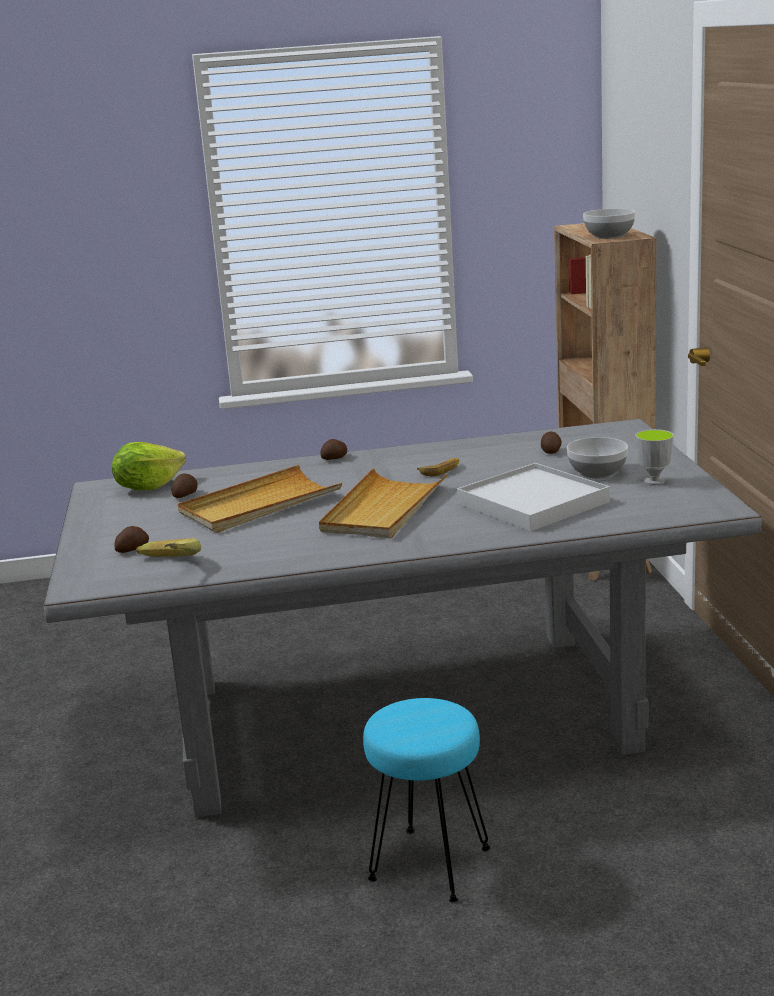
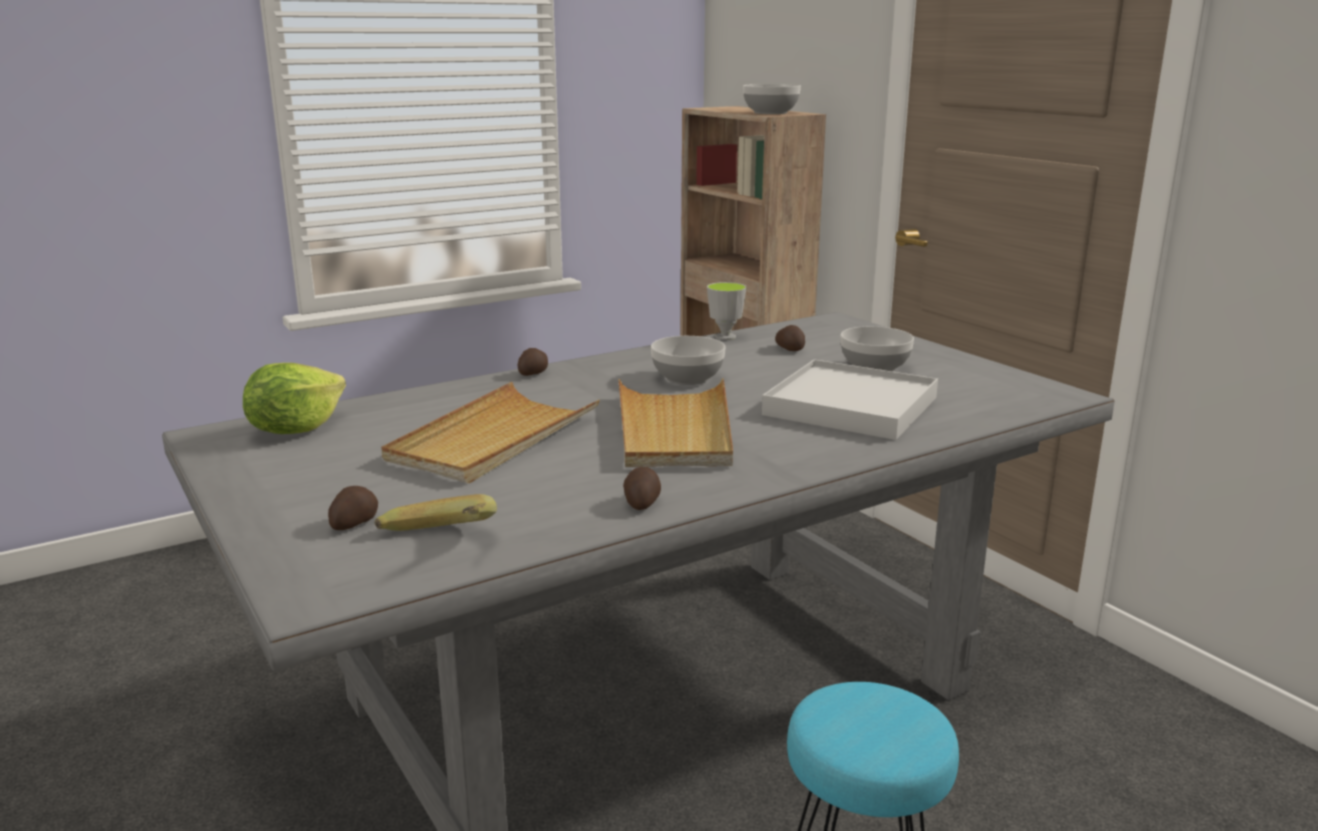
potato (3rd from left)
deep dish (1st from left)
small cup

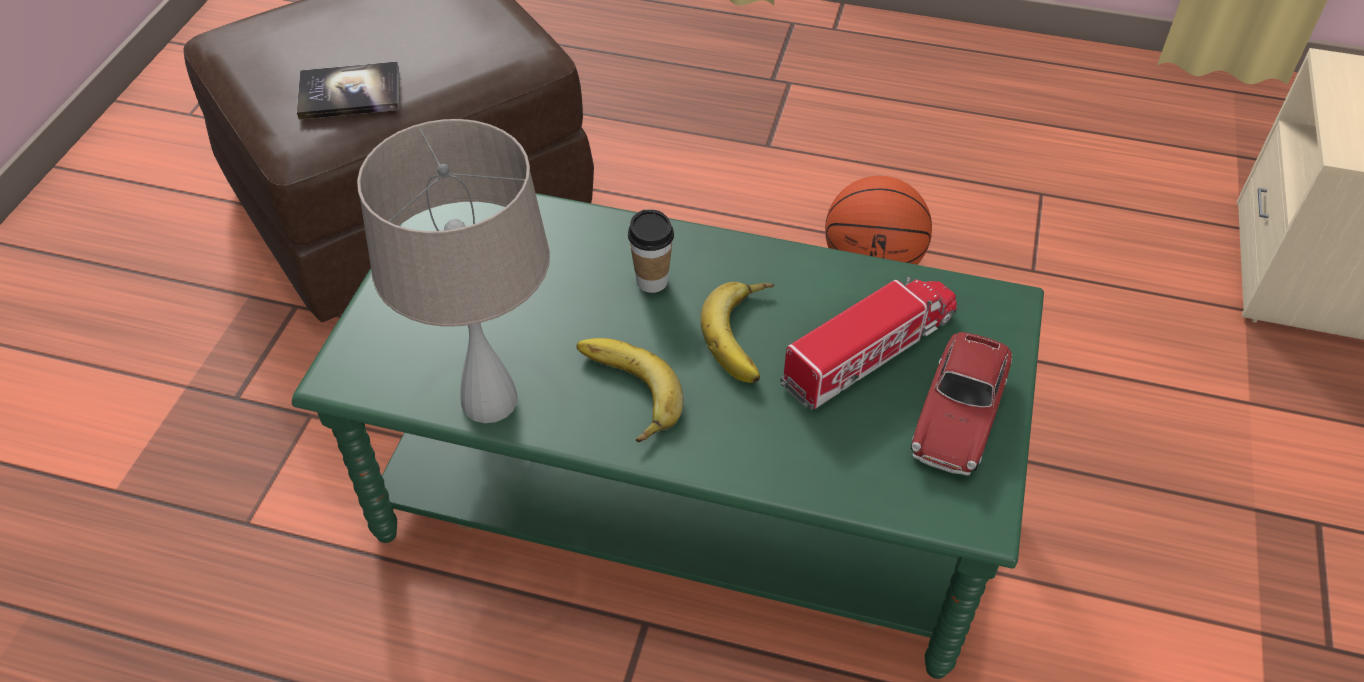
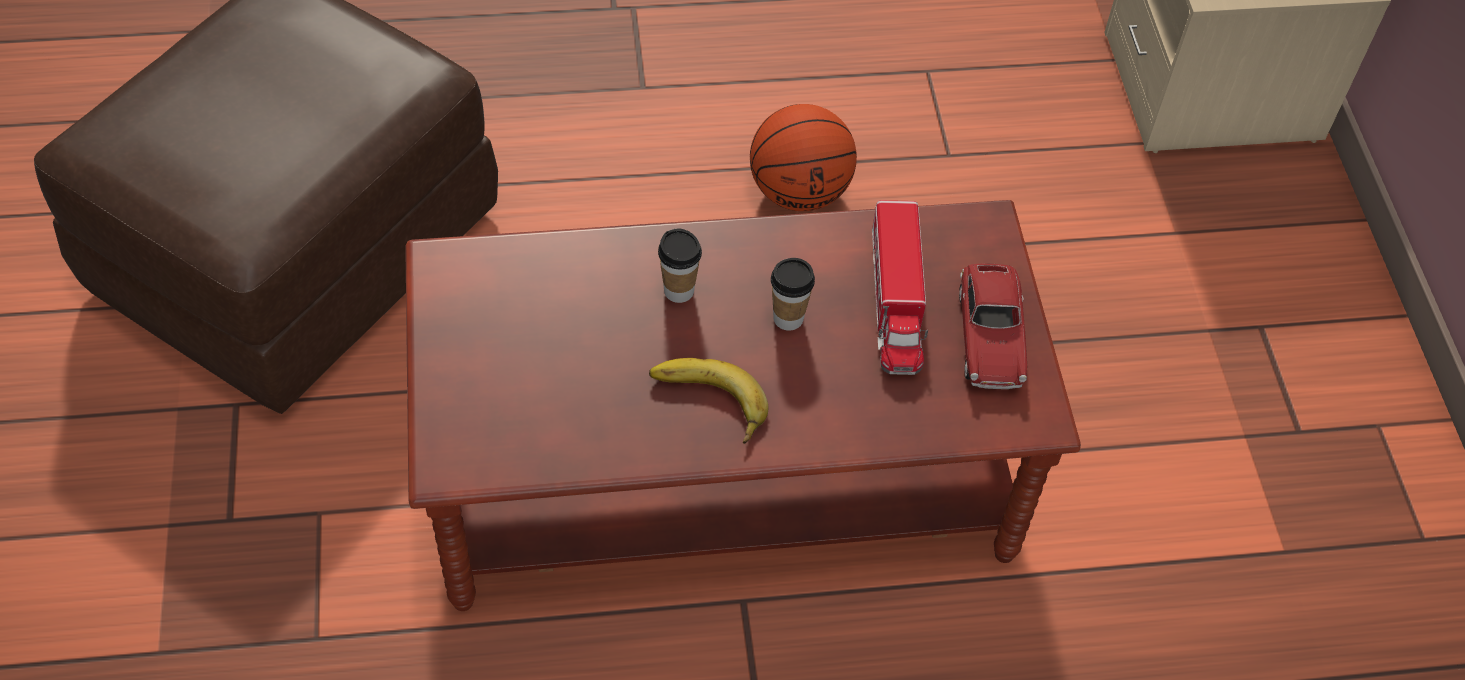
low table (brown)
bound book
table lamp (beige)
small cup (2nd from left)
model truck

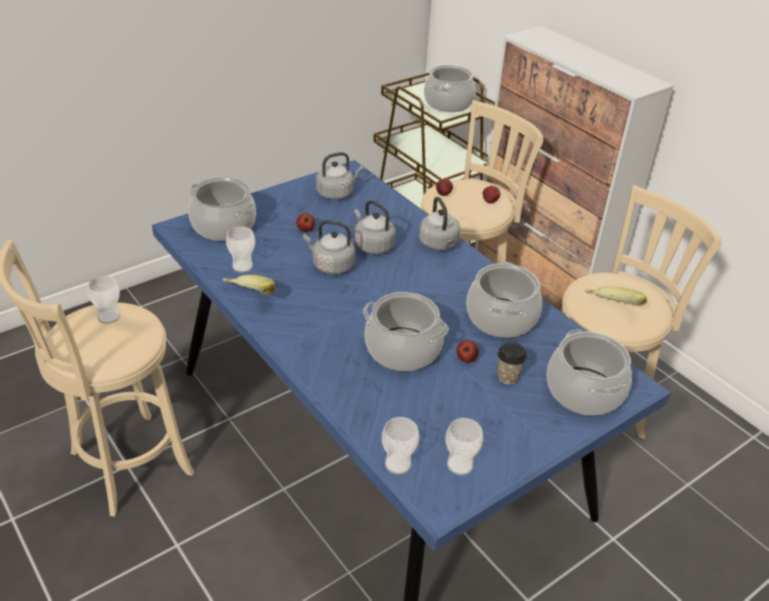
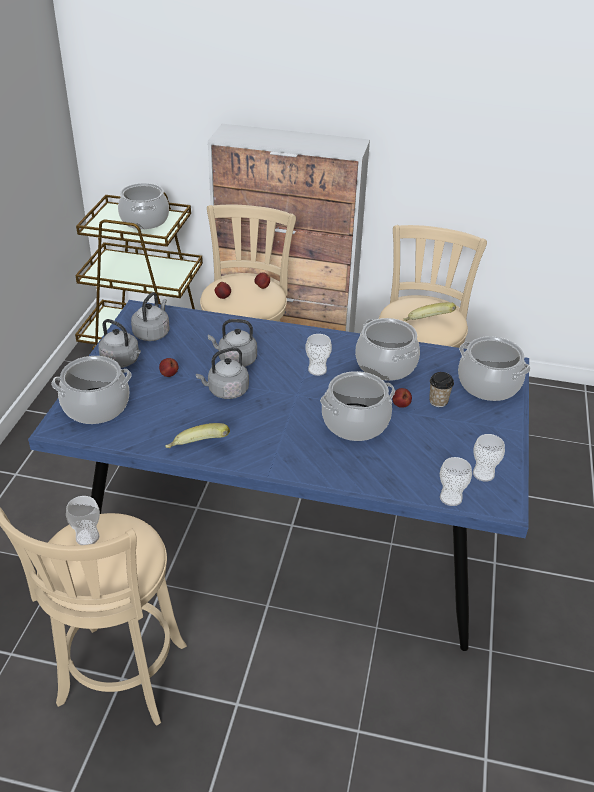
small cup (2nd from left)
tea kettle (gray) (1st from left)

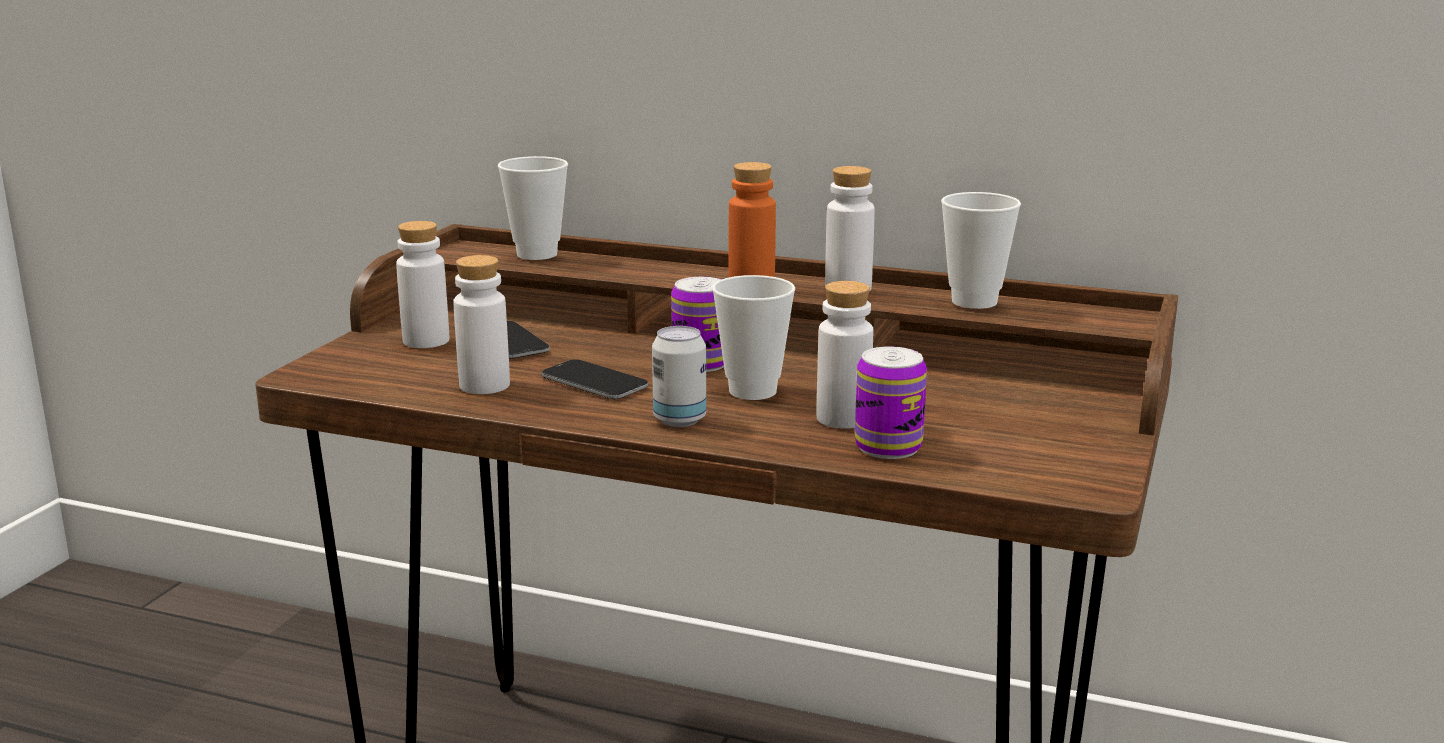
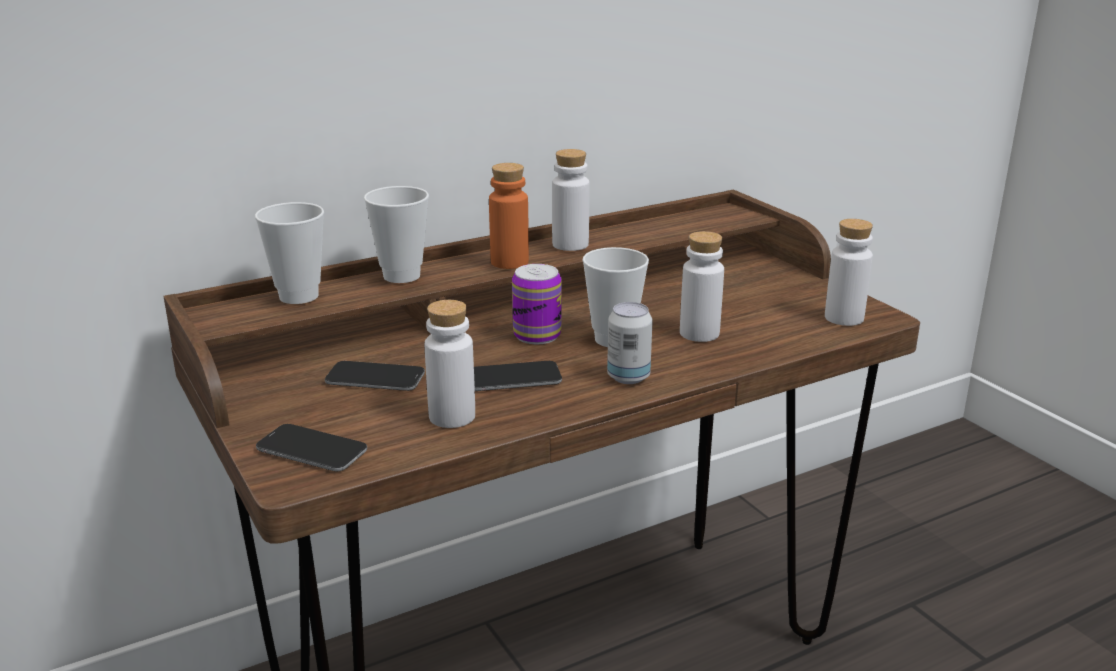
beverage bottle (white) (4th from left)
can (3rd from left in the first image)
small cup (2nd from left)
handset (1st from left)

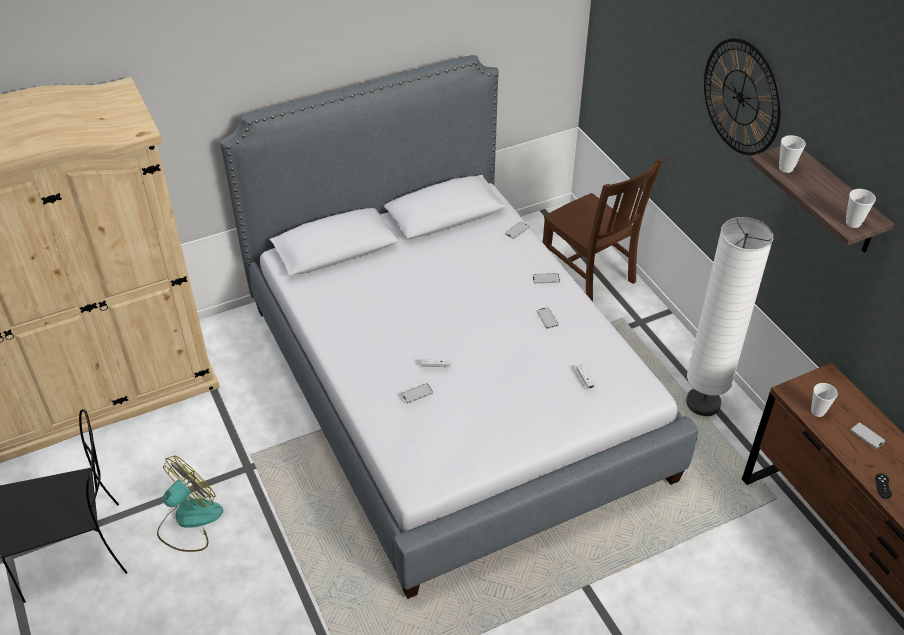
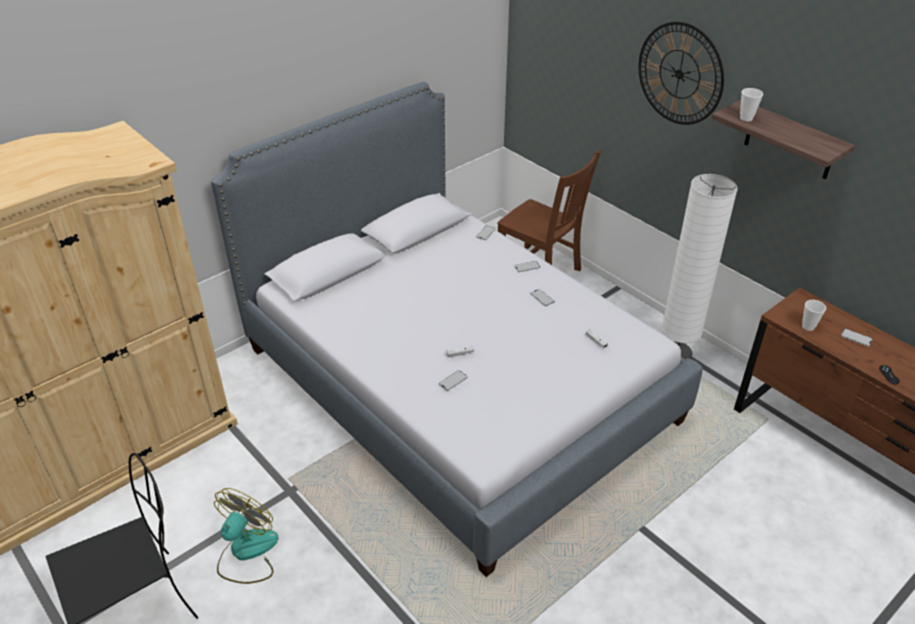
small cup (3rd from left in the first image)

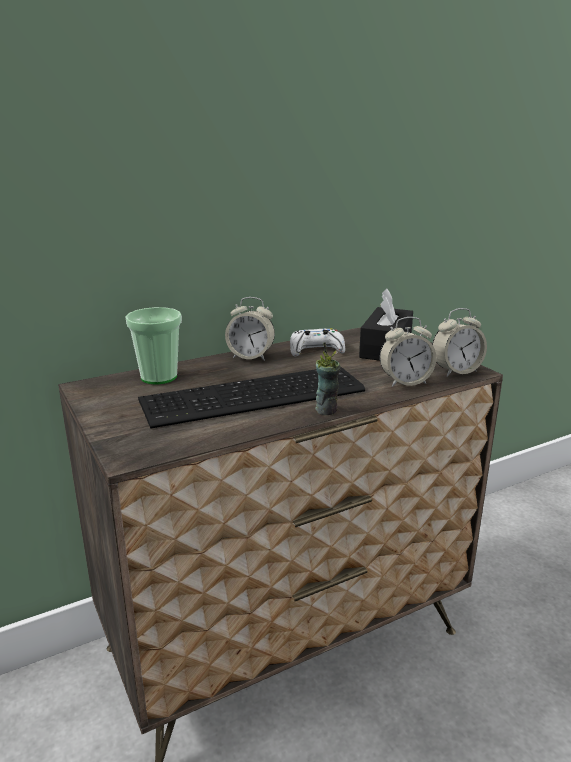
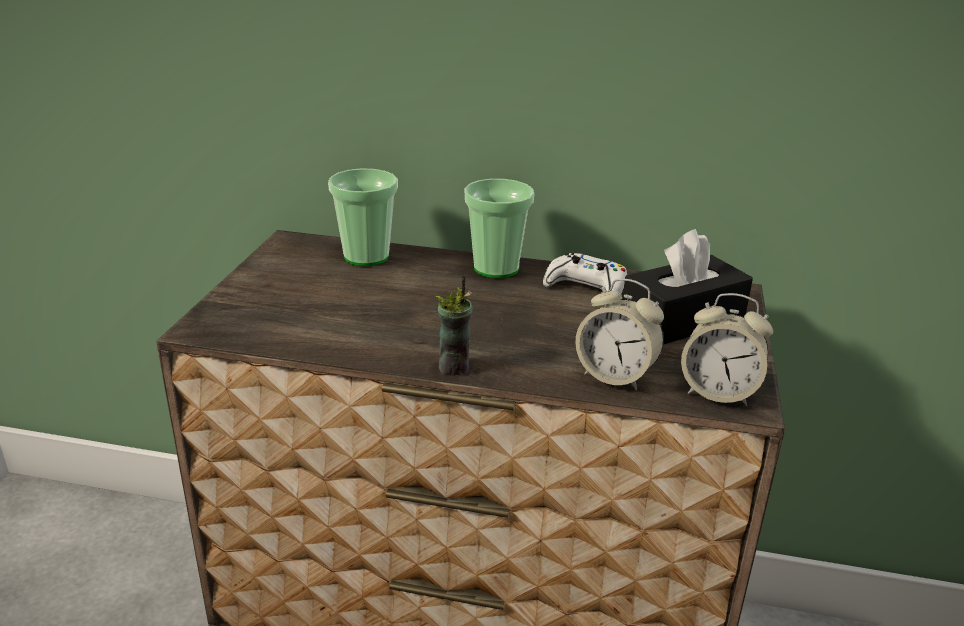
keyboard
small cup (3rd from left)

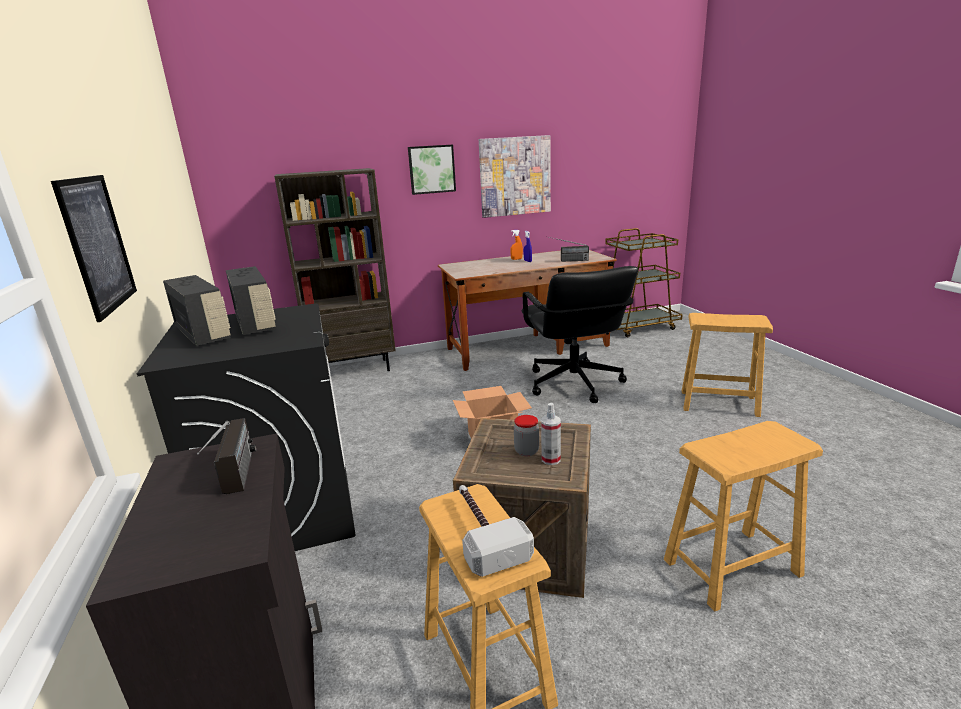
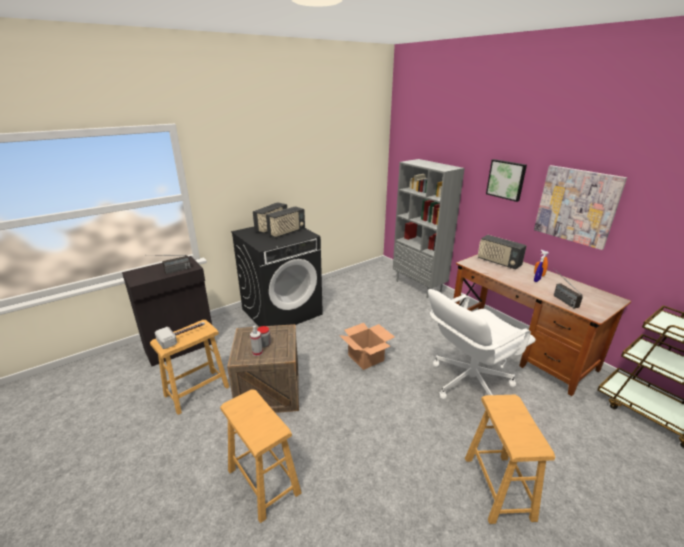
wall art (1st from left in the first image)
shelving unit (gray)
computer chair (white)
radio set (4th from left)

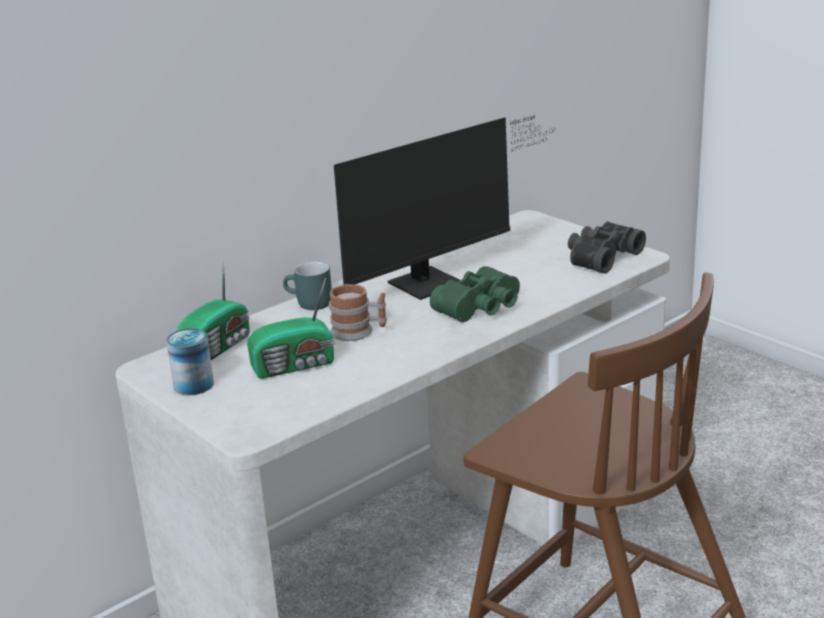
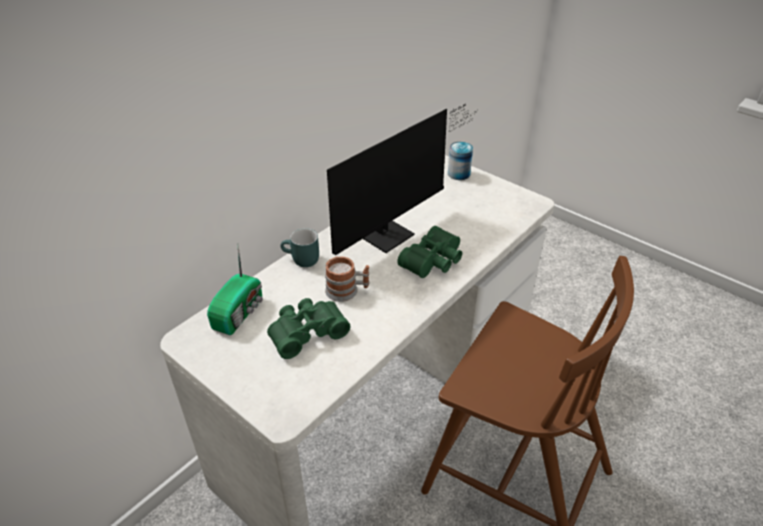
can
field glasses (green) (1st from left)
field glasses (black-coloured)

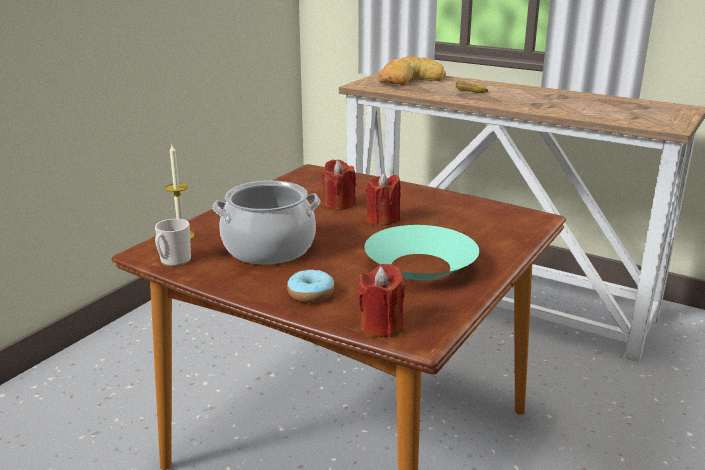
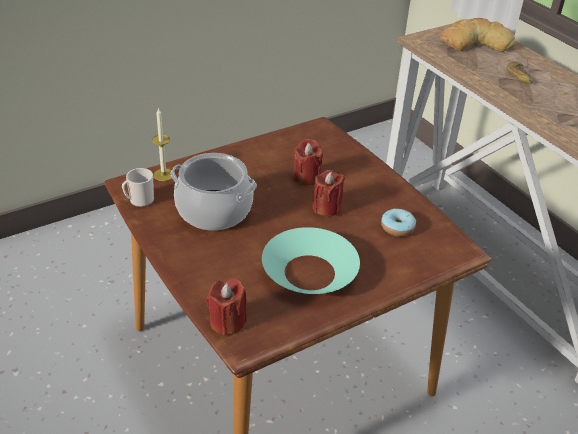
doughnut

